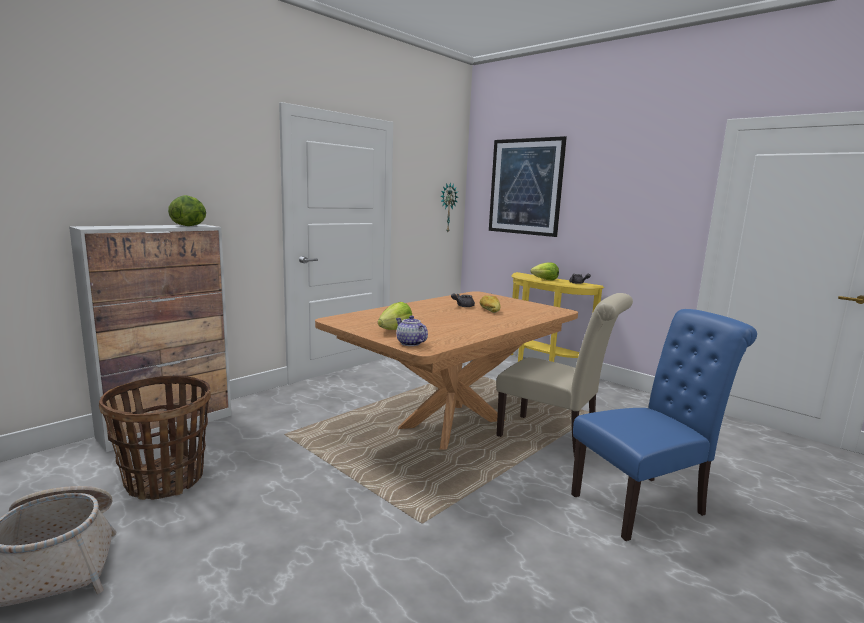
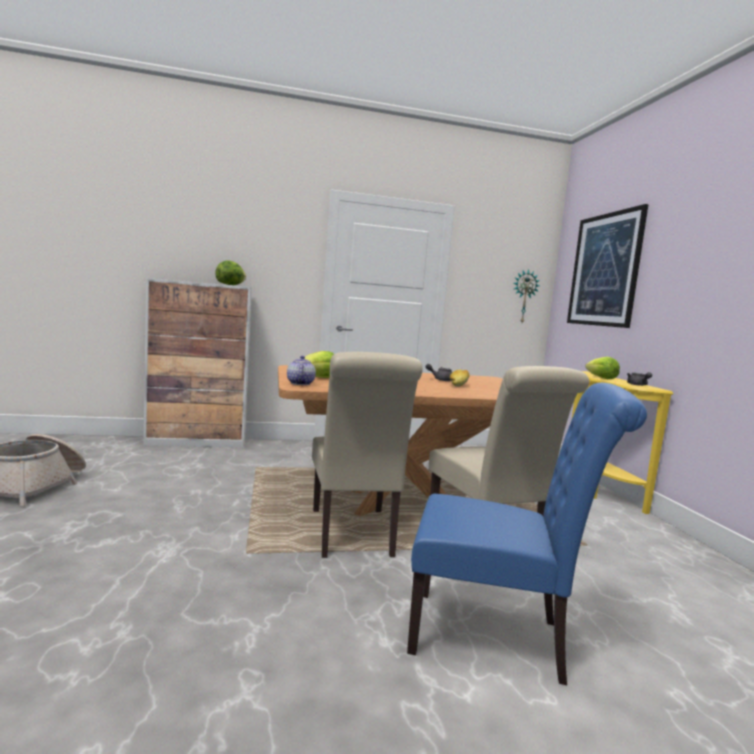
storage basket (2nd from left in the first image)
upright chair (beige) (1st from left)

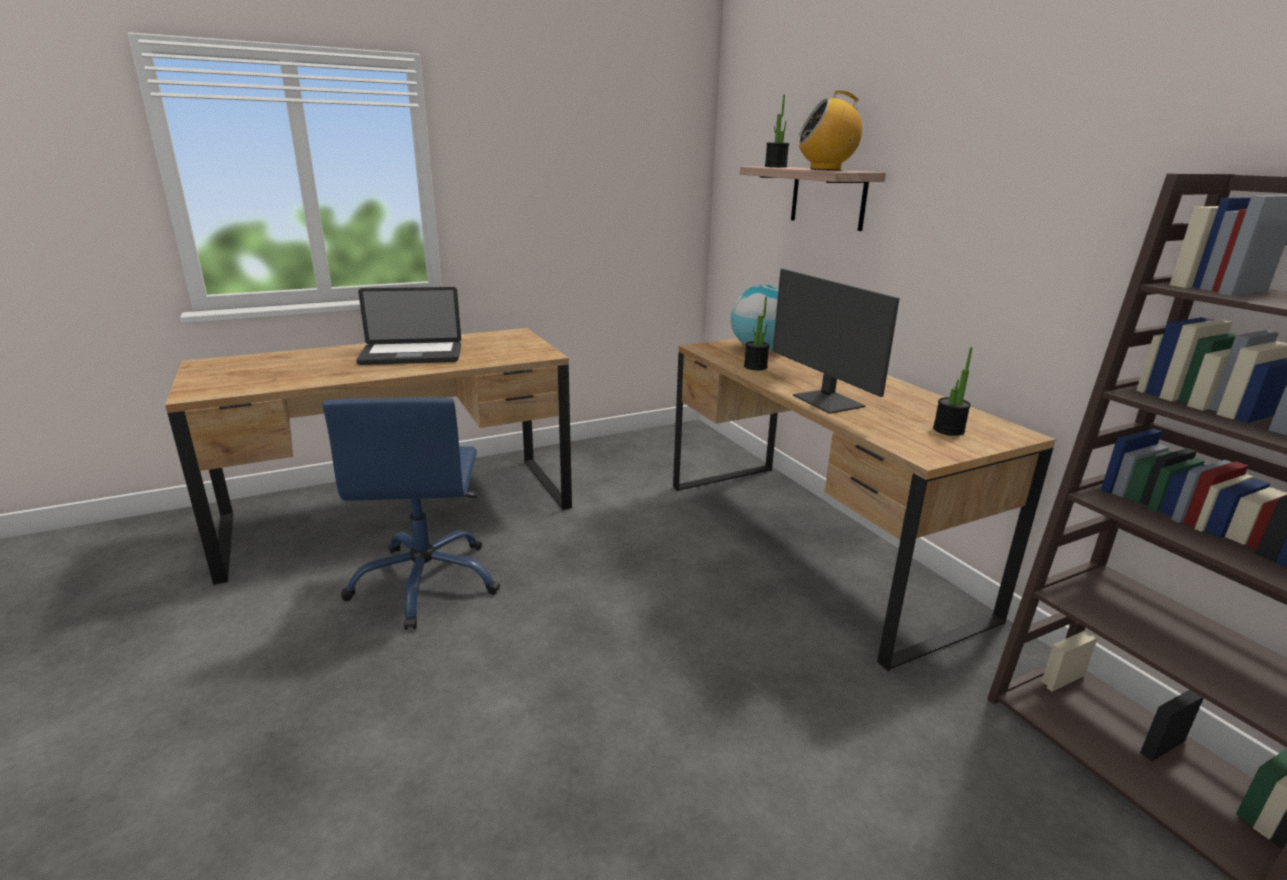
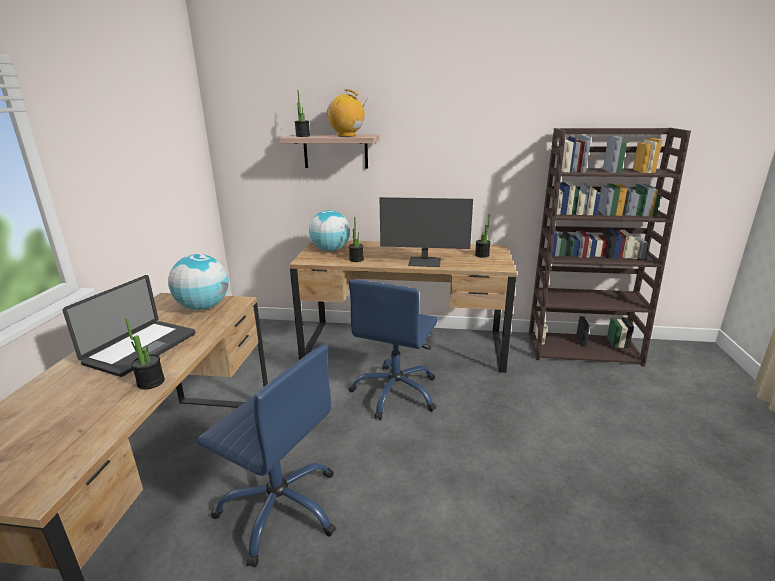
radio set
plant in a pot (1st from left)
globe (1st from left)
computer chair (blue-coloured) (2nd from left)

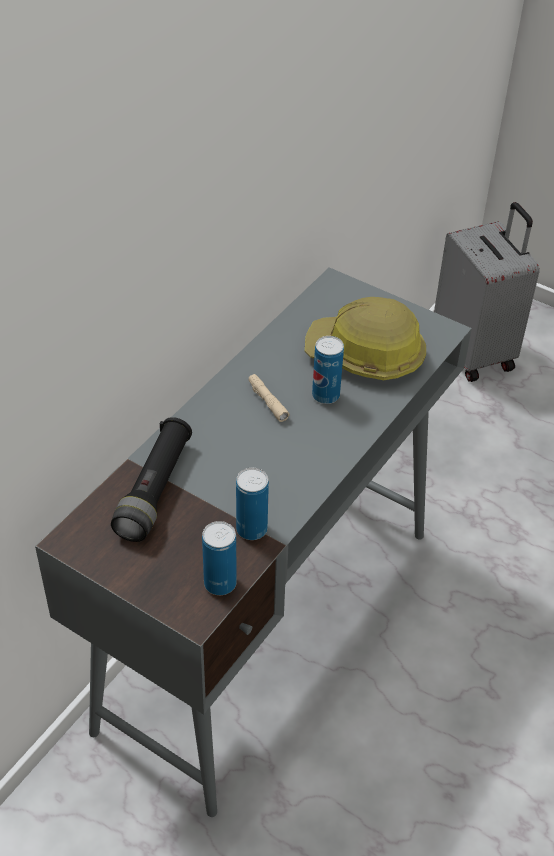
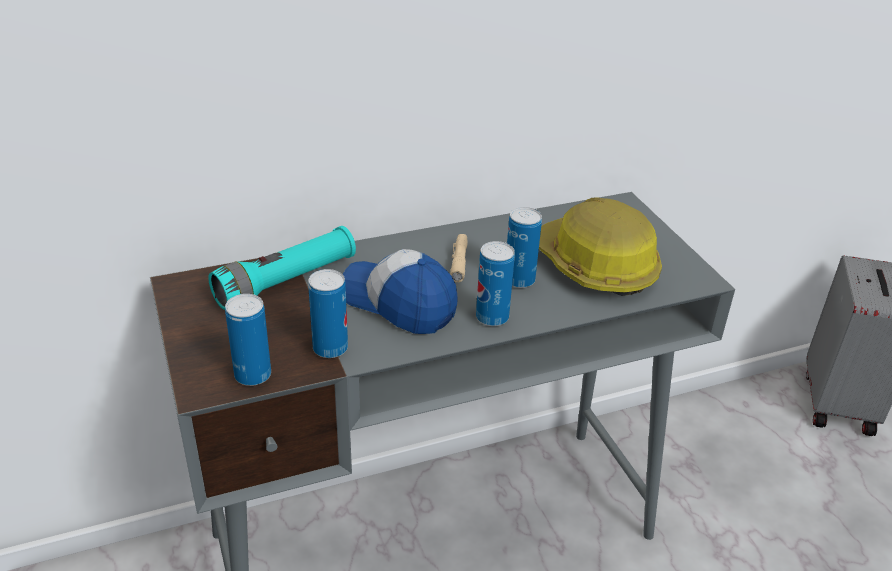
torch (turquoise)
baseball cap
can (3rd from left)

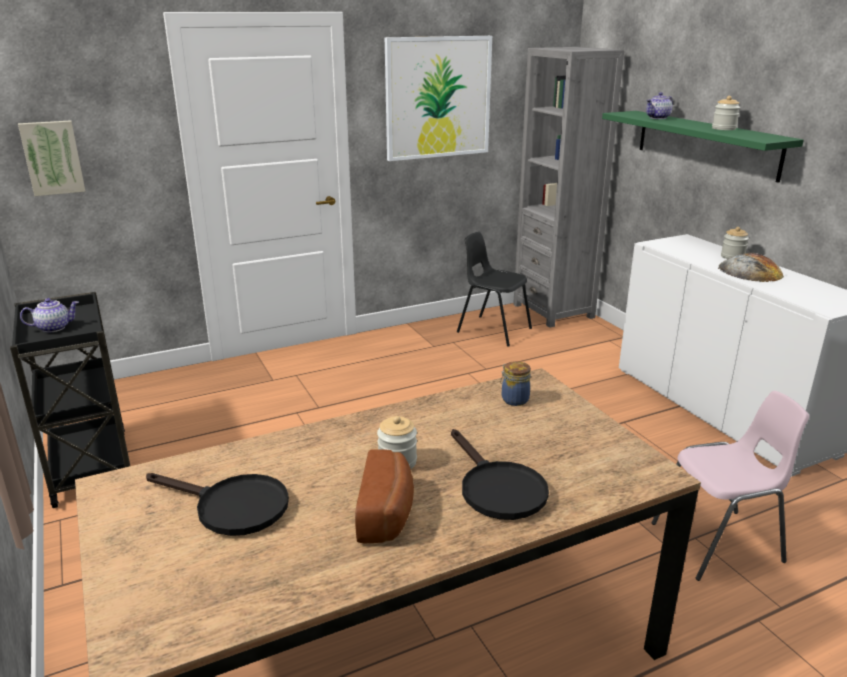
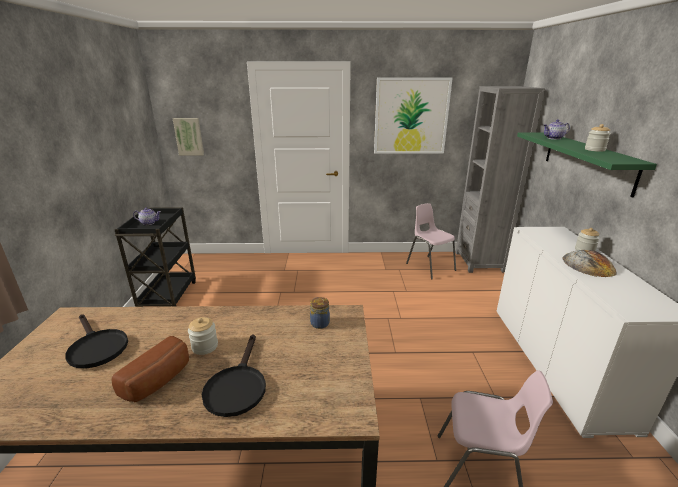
upright chair (pinkish) (1st from left)

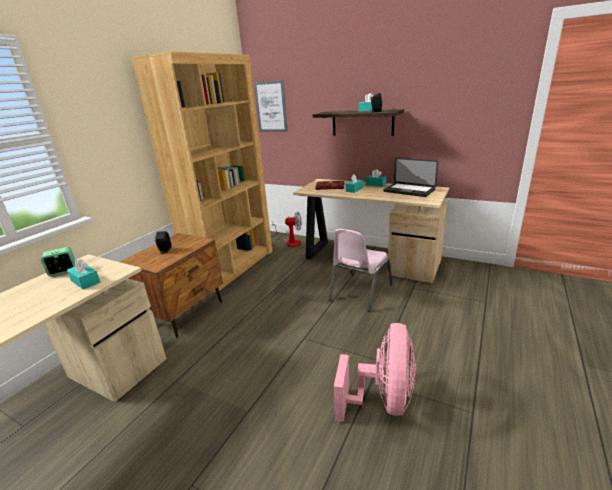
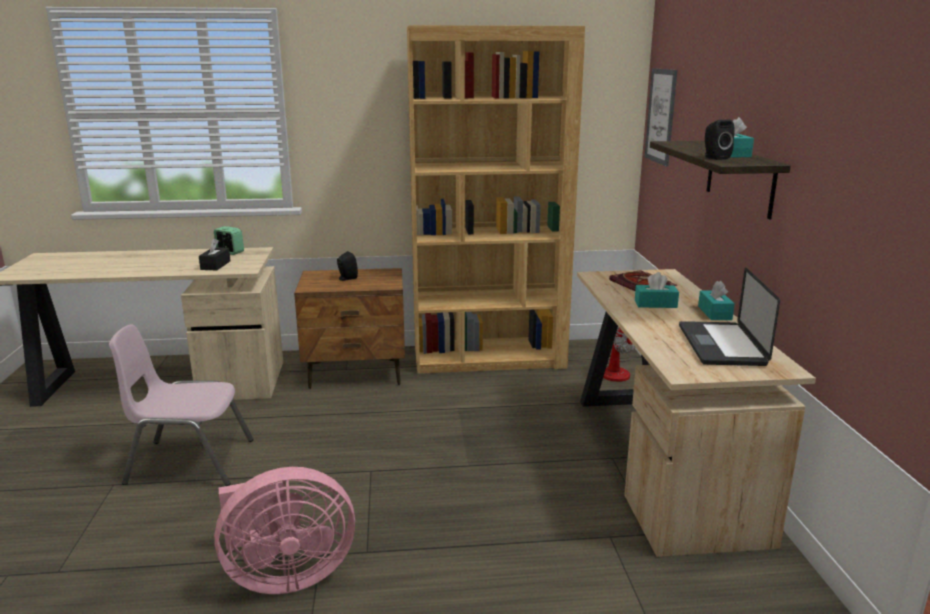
tissue holder (black-coloured)
upright chair (pinkish)

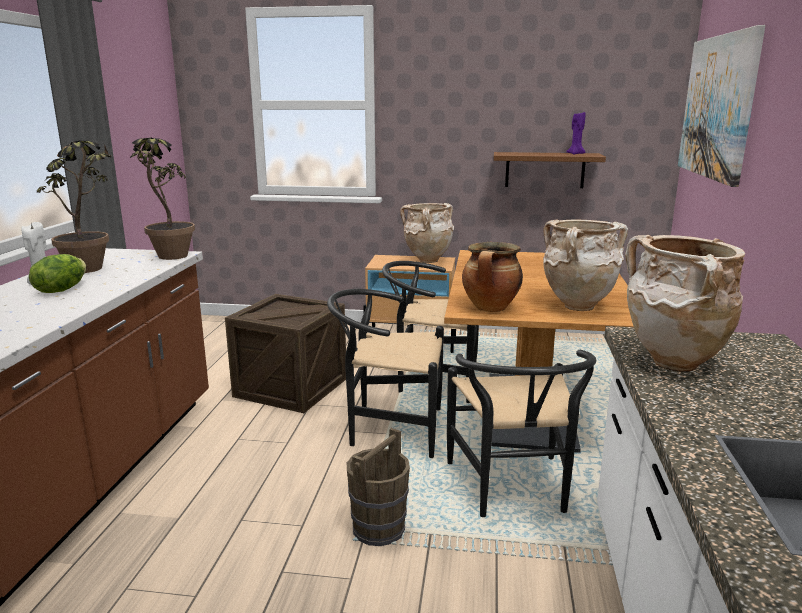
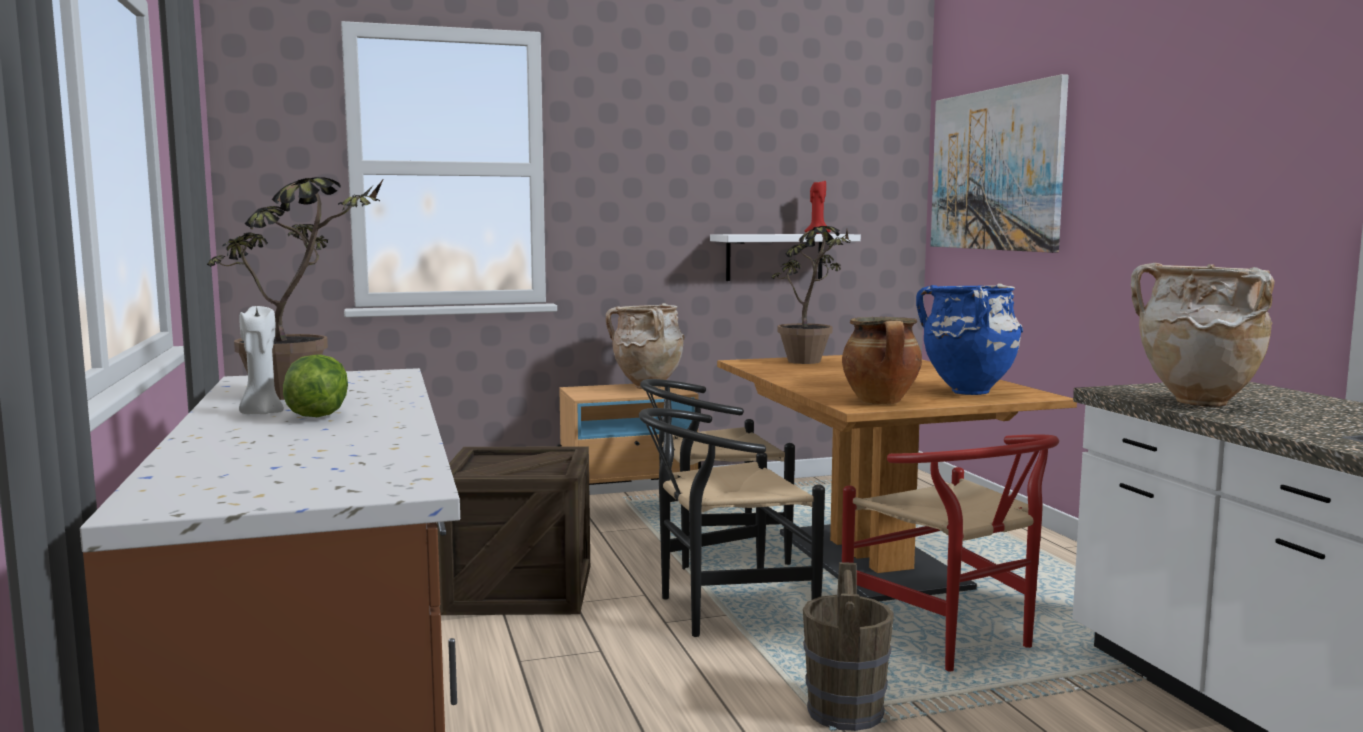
plant in a pot (2nd from left)
upright chair (reddish)
wall shelf (white)
flower vase (blue-coloured)
candle (reddish)

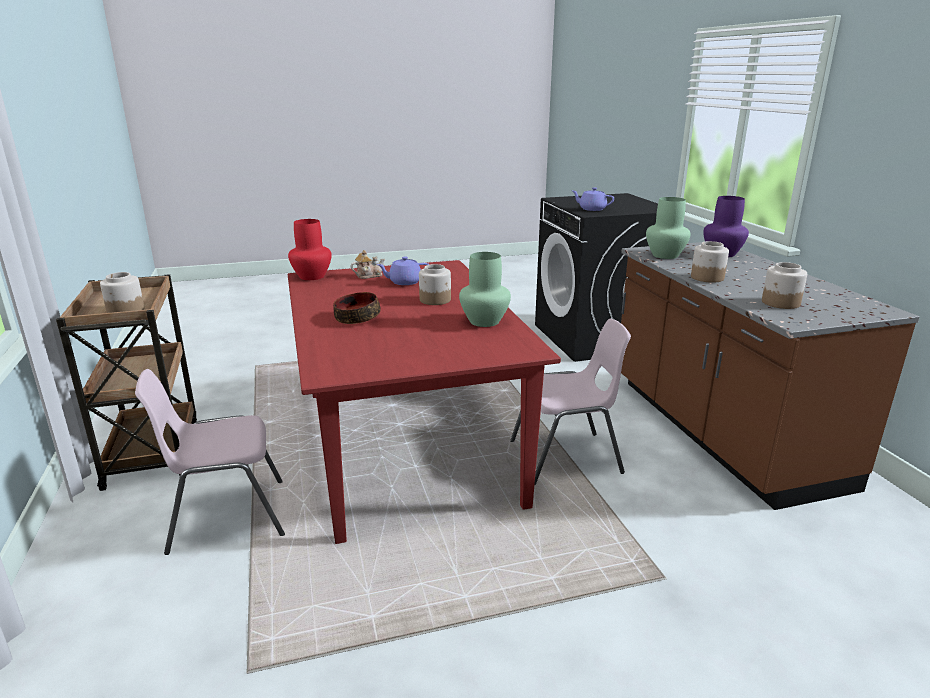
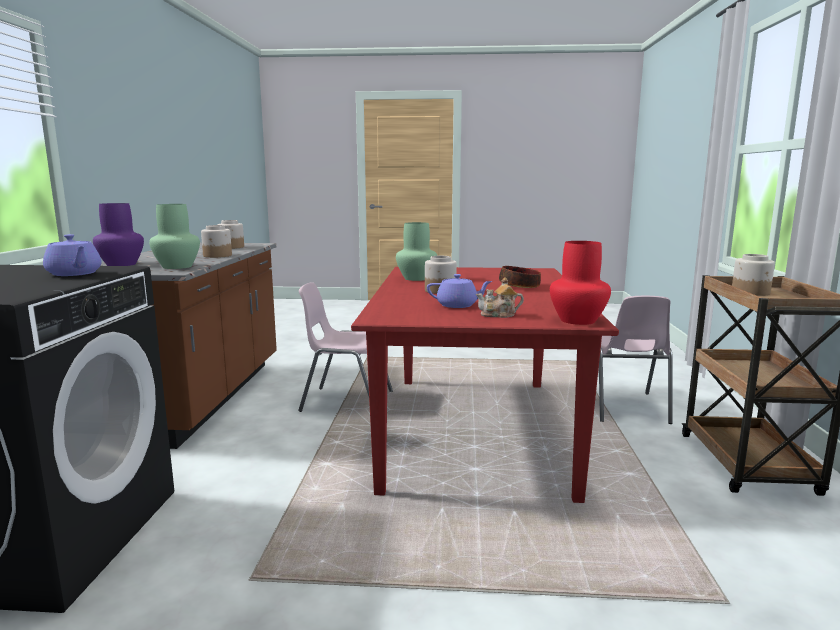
upright chair (pinkish) (2nd from left)

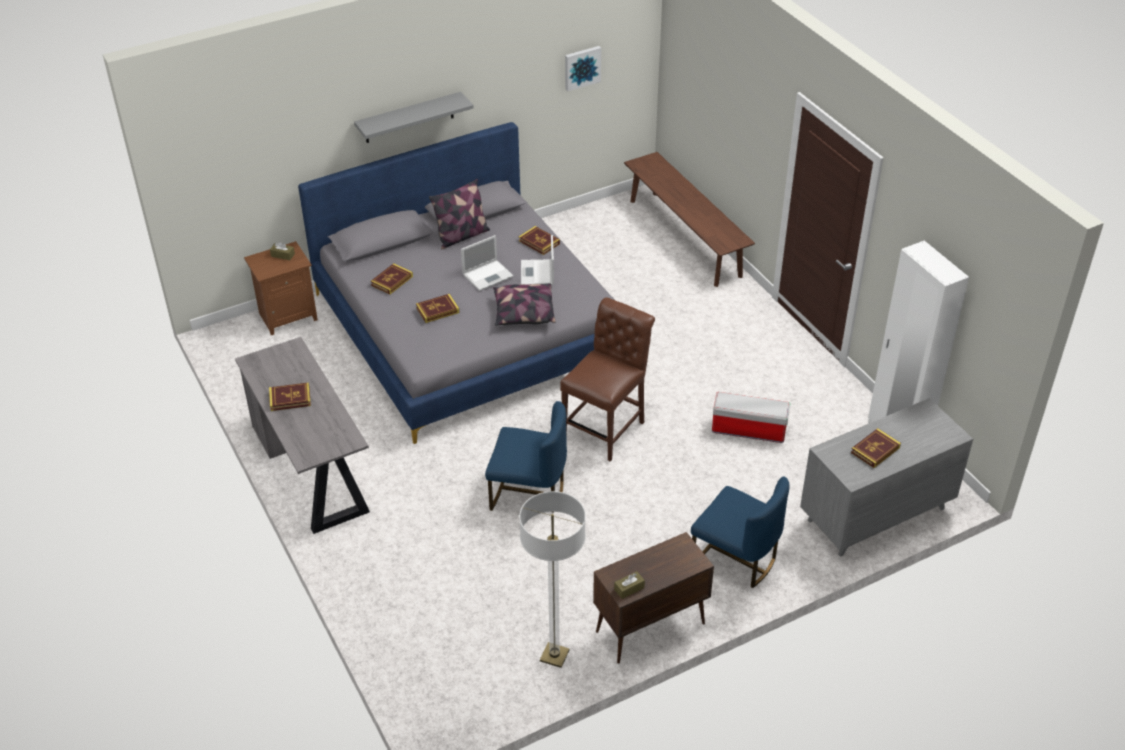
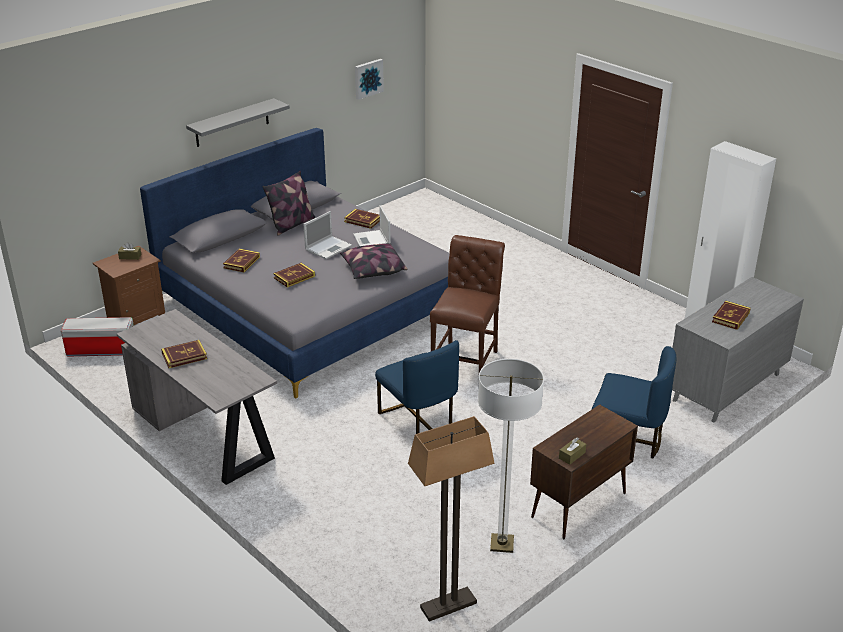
upright chair (blue-coloured) (1st from left)
long seat (brown)
storage box
standing lamp (1st from left)

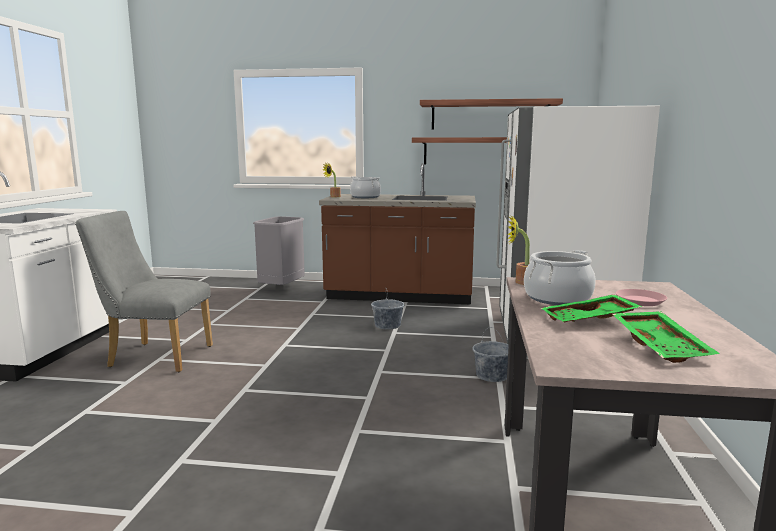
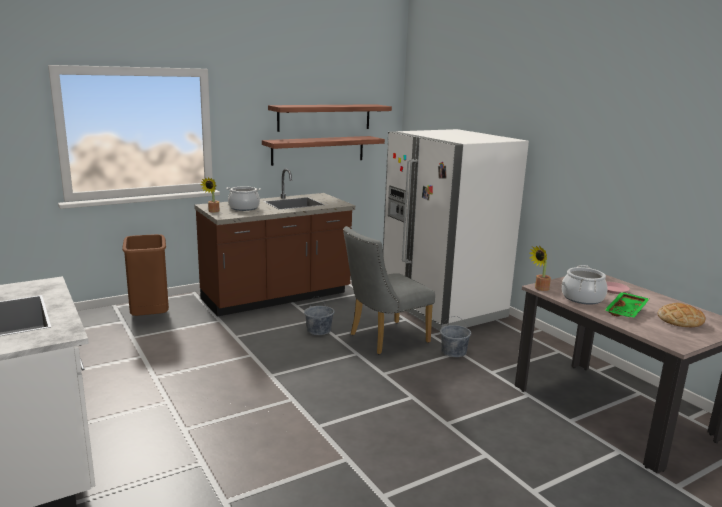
upright chair (gray)
waste bin (brown)
bakery bread

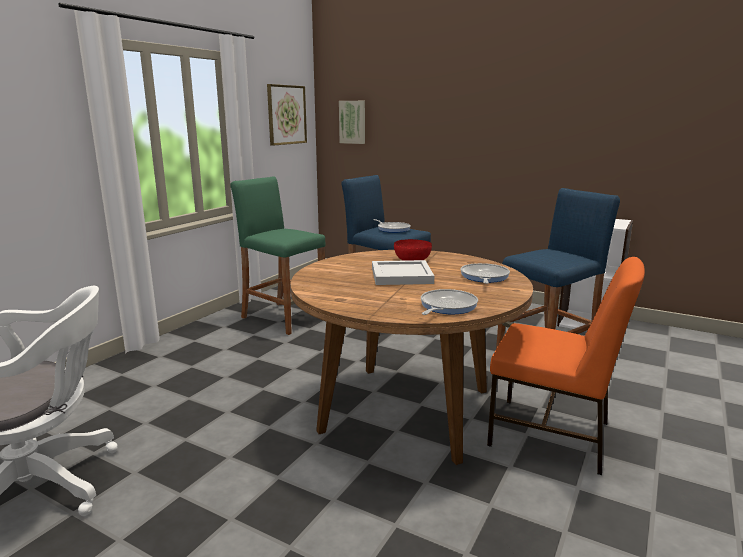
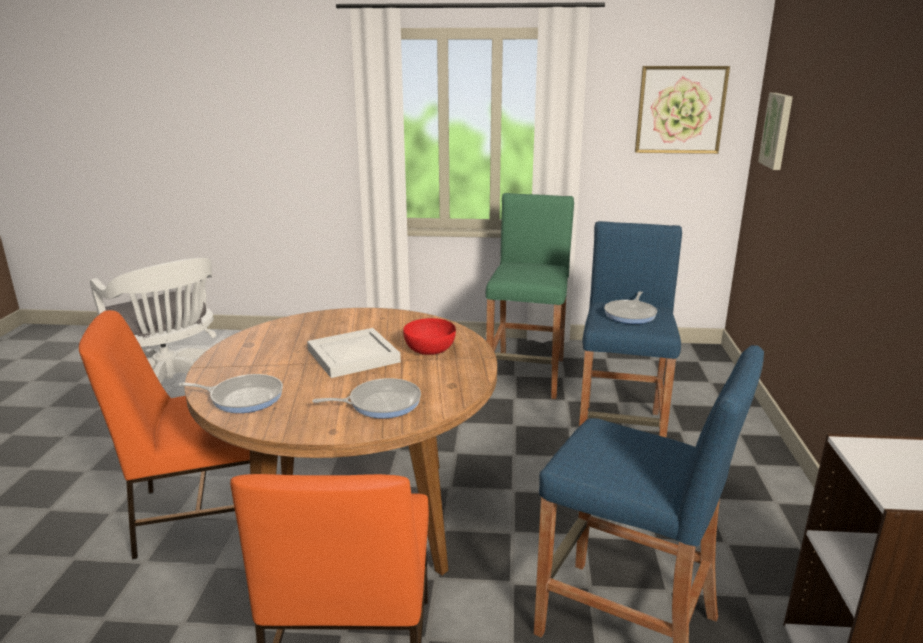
upright chair (orangey) (1st from left)

